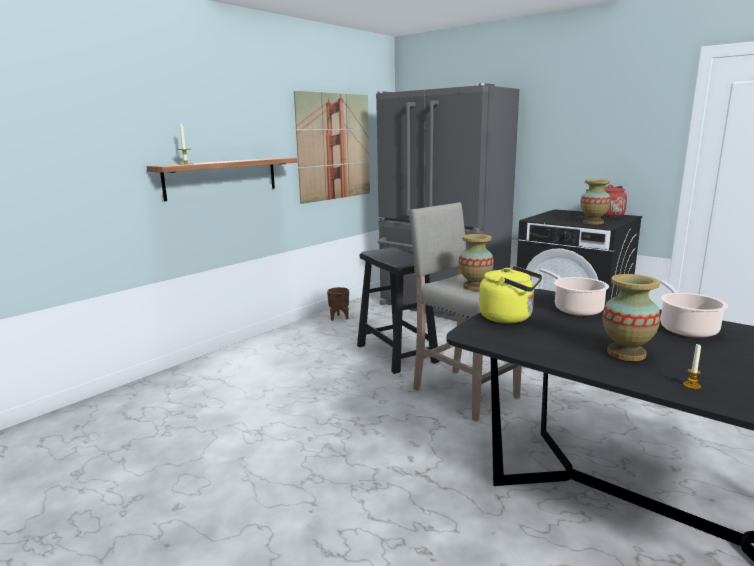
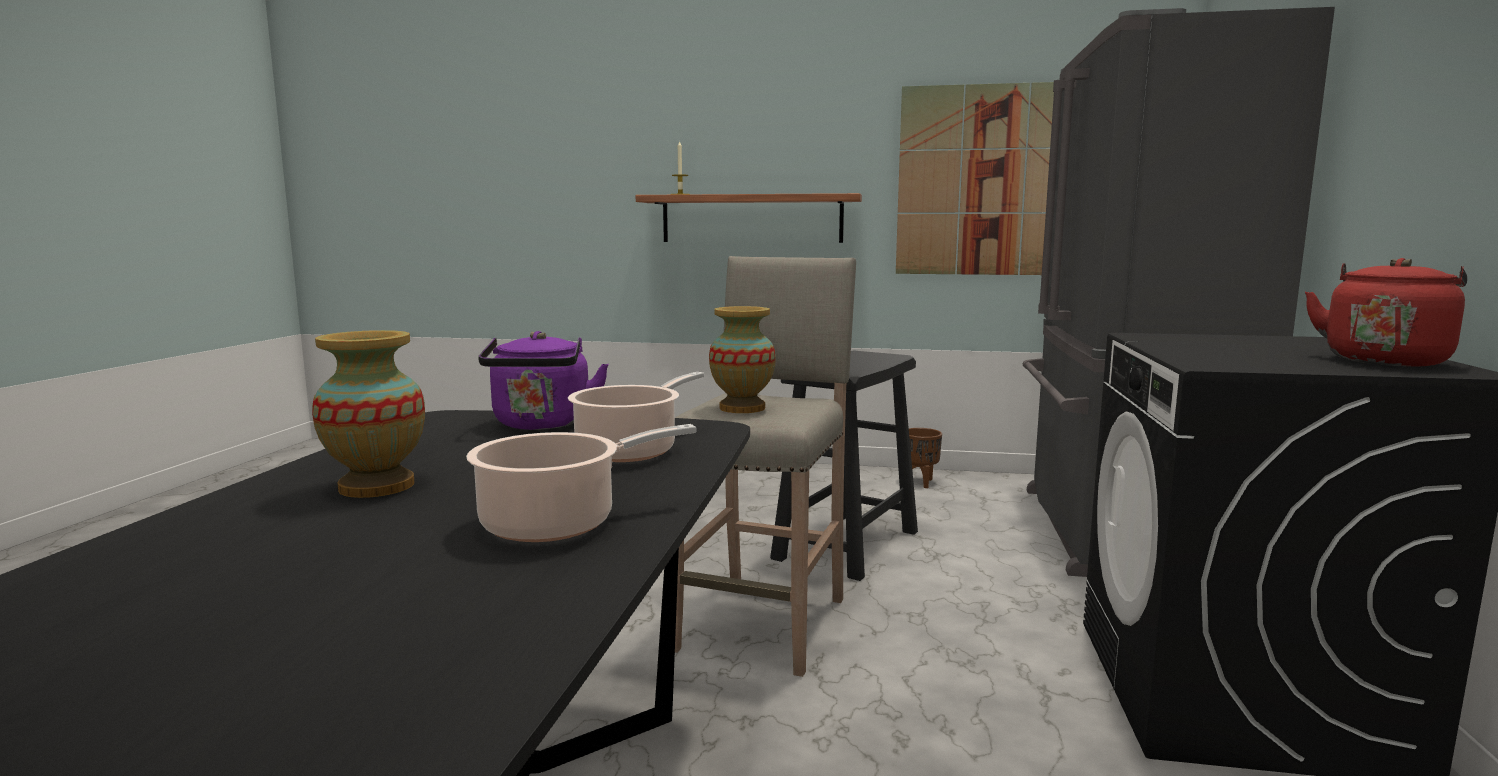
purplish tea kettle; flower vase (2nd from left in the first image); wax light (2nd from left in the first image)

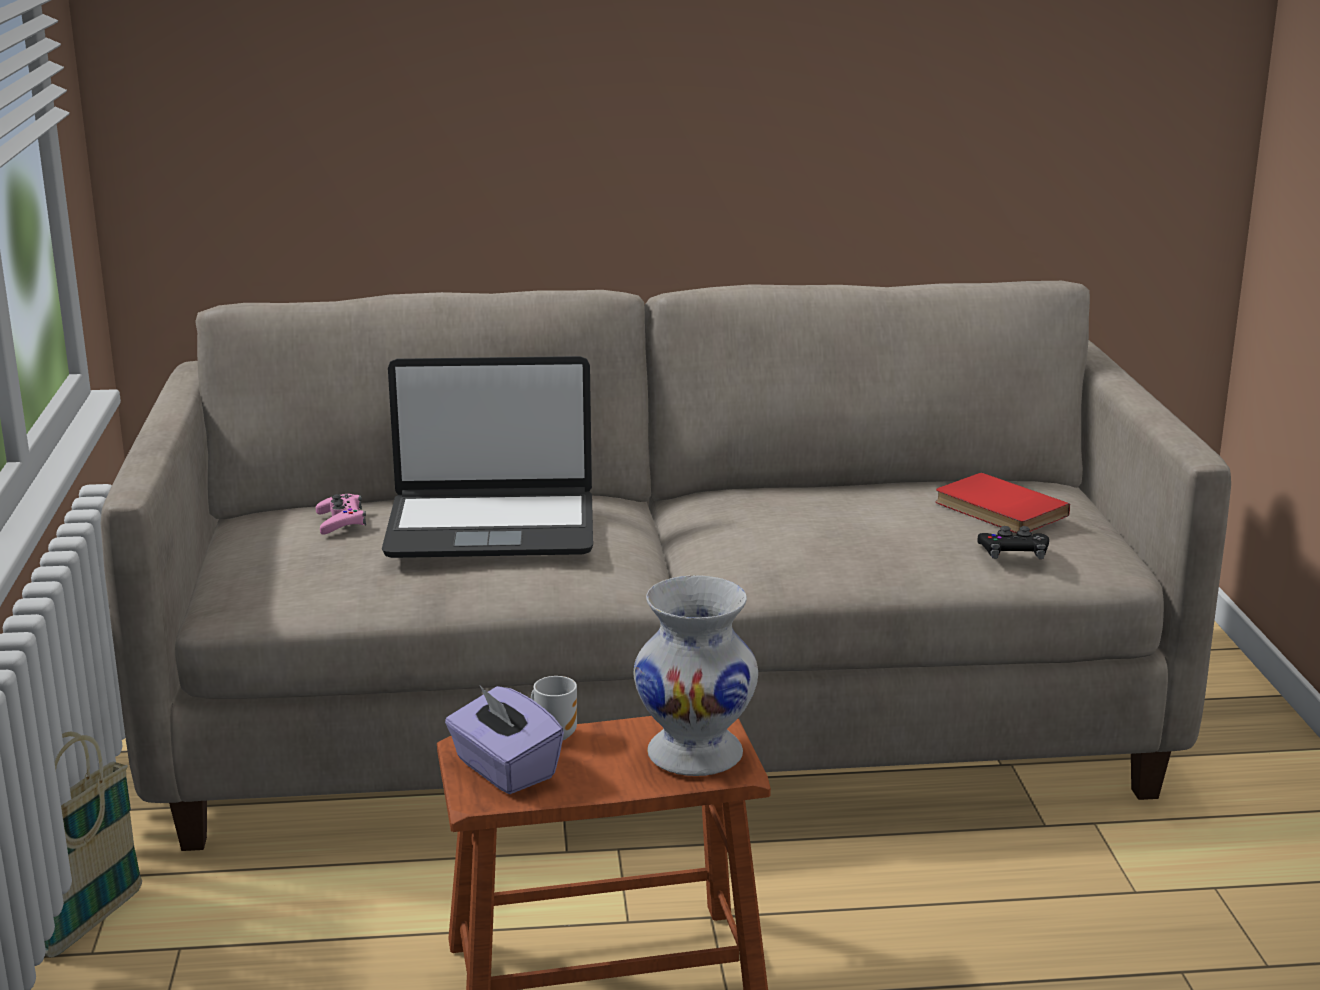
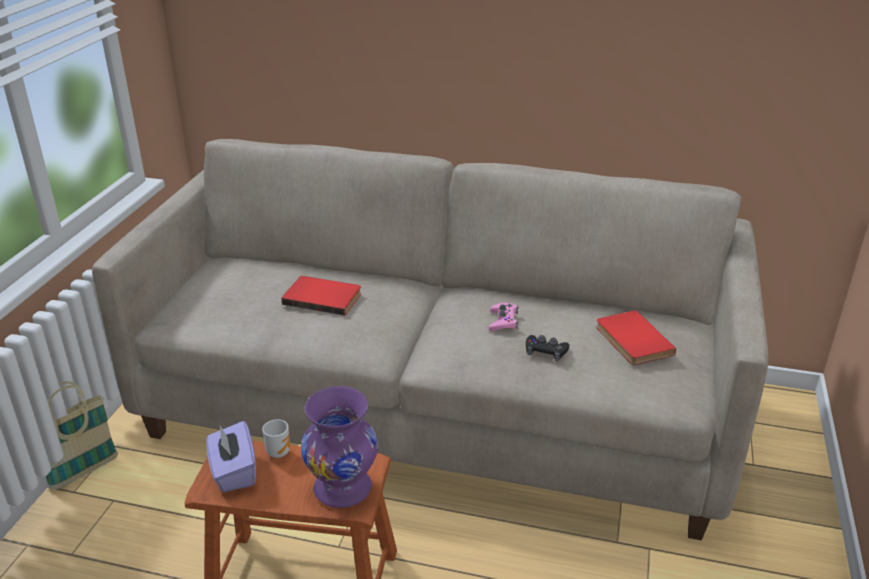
pink gamepad; reddish bound book (1st from left); purplish flower vase; blackish gamepad

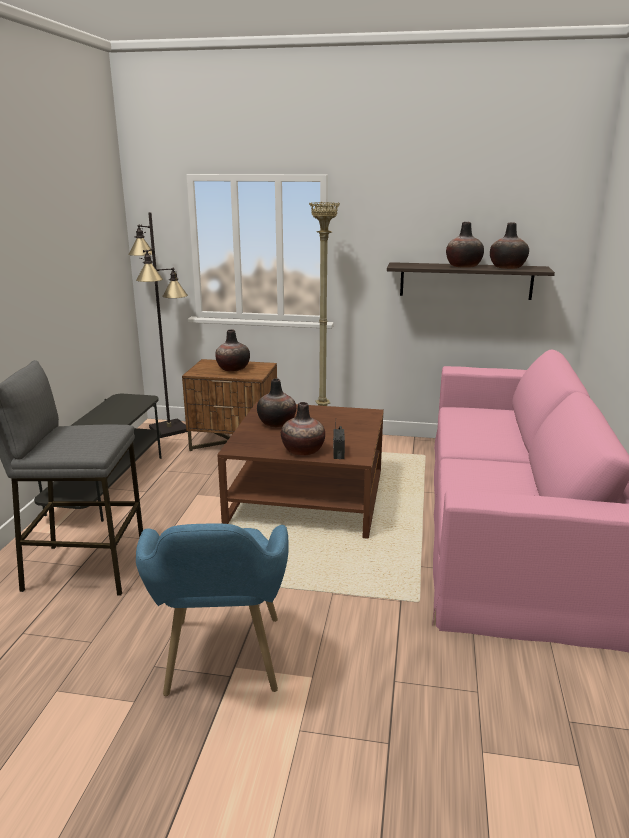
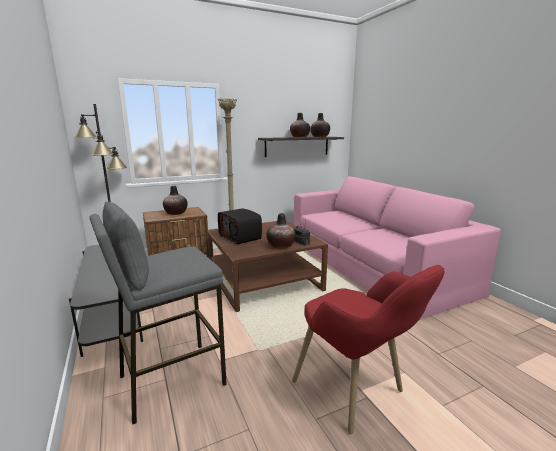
reddish lounge chair; radio receiver (1st from left)

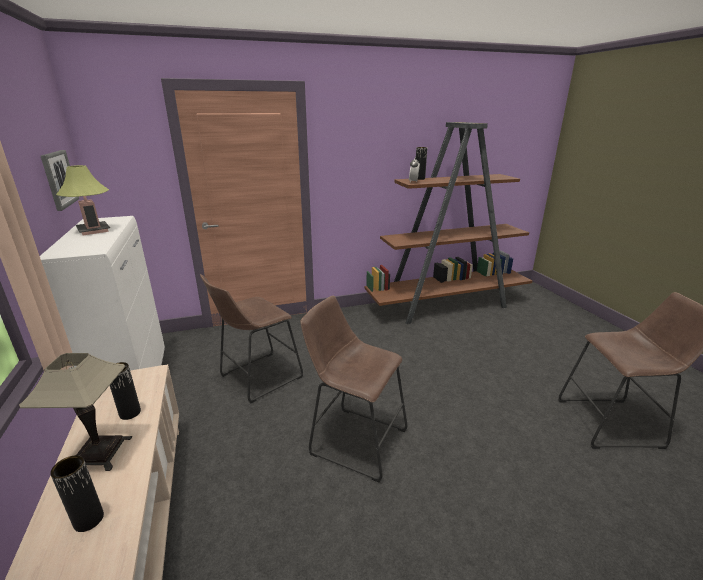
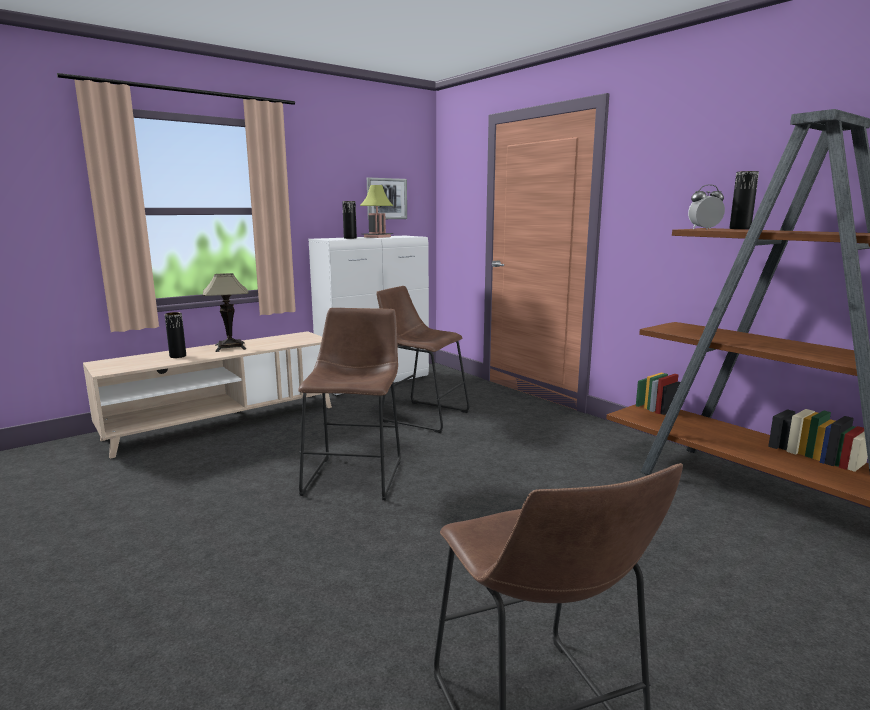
blackish flower vase (2nd from left)

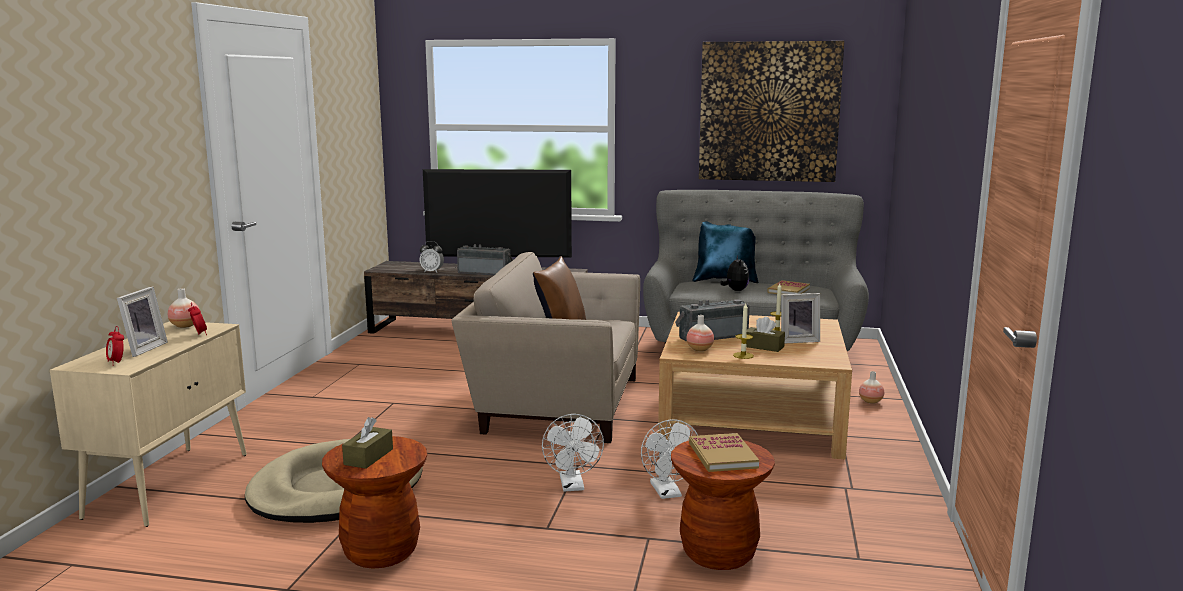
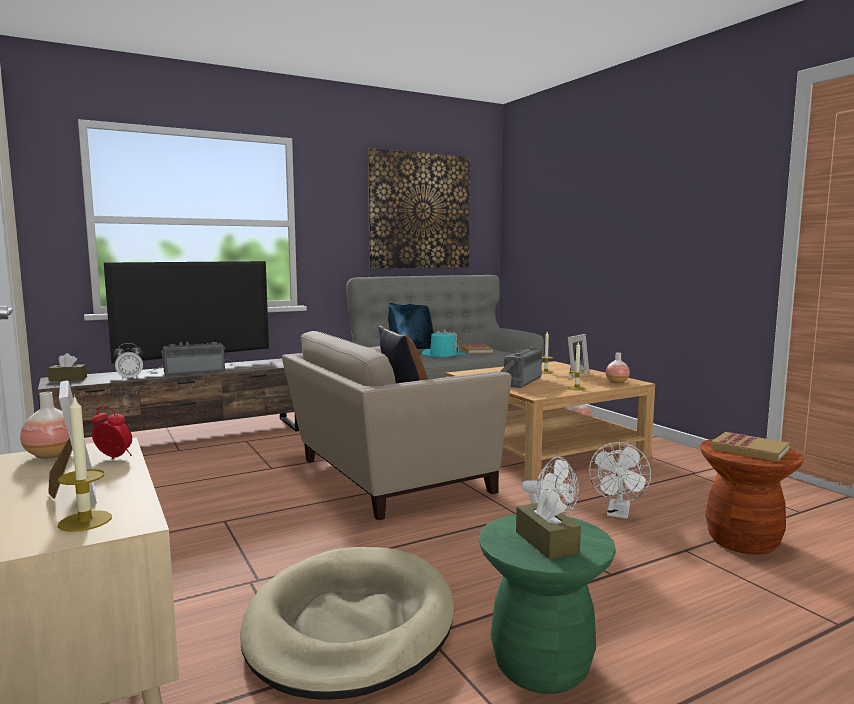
wax light (1st from left); green-coloured sitting stool; whitish electric fan (2nd from left); flower vase (3rd from left); turquoise wearable hat; brown tissue box (1st from left)

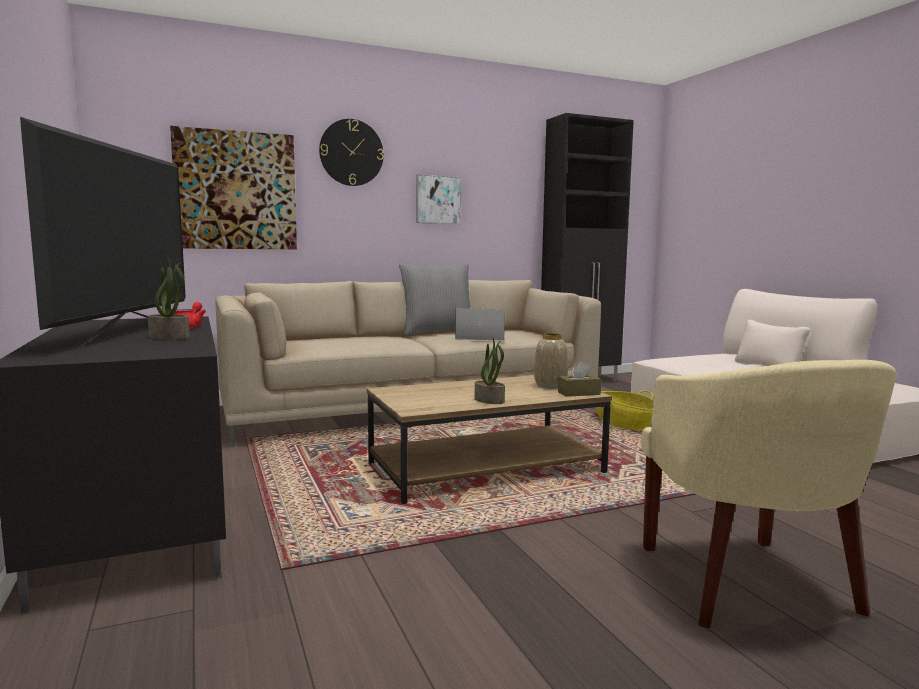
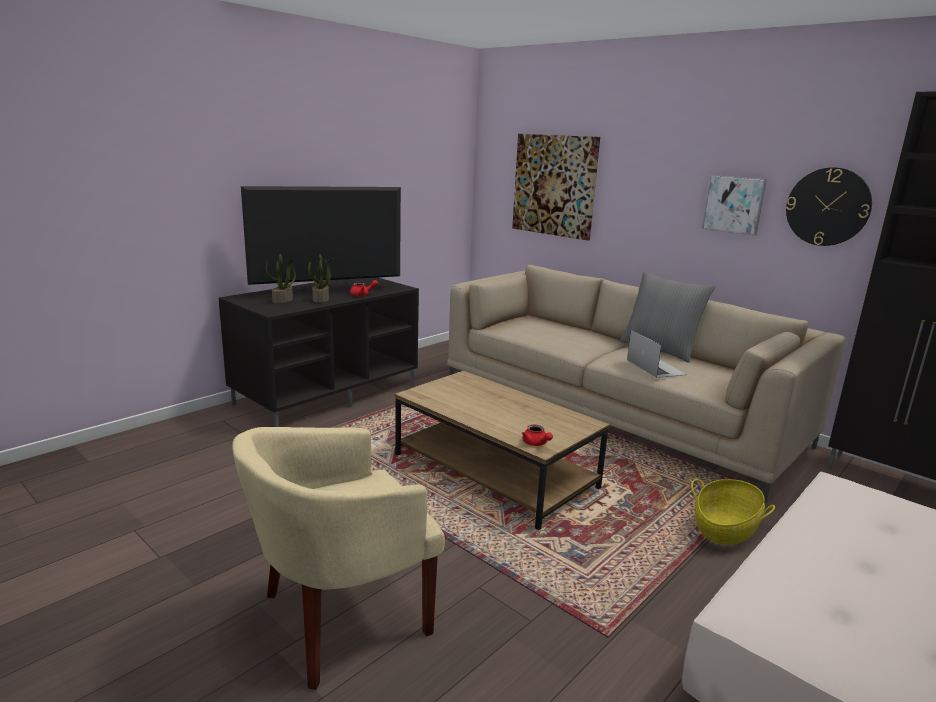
hanging clock; houseplant (1st from left); flower vase; reddish pot for tea (2nd from left)

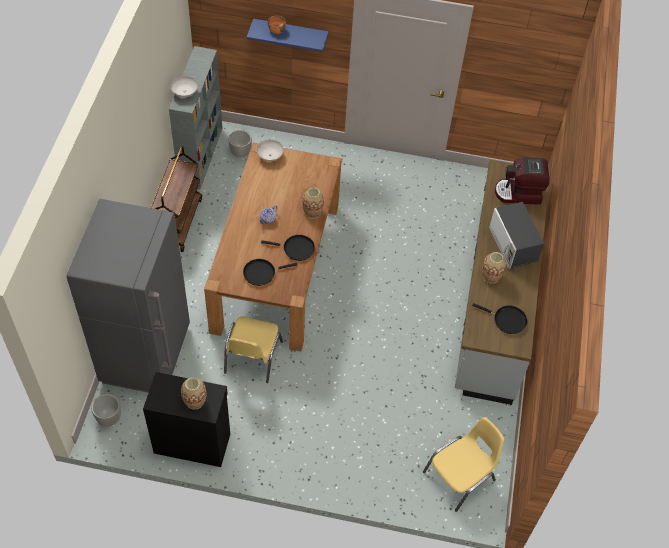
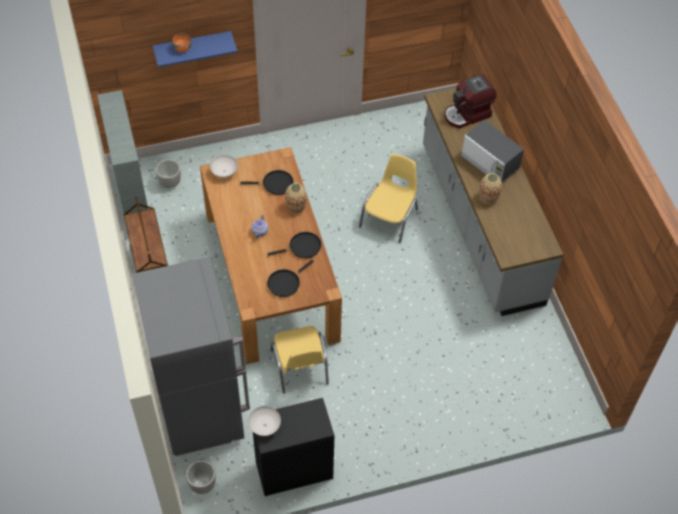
whitish bowl (2nd from left); flower vase (1st from left in the first image); yellowish plain chair (2nd from left); blackish skillet (1st from left)

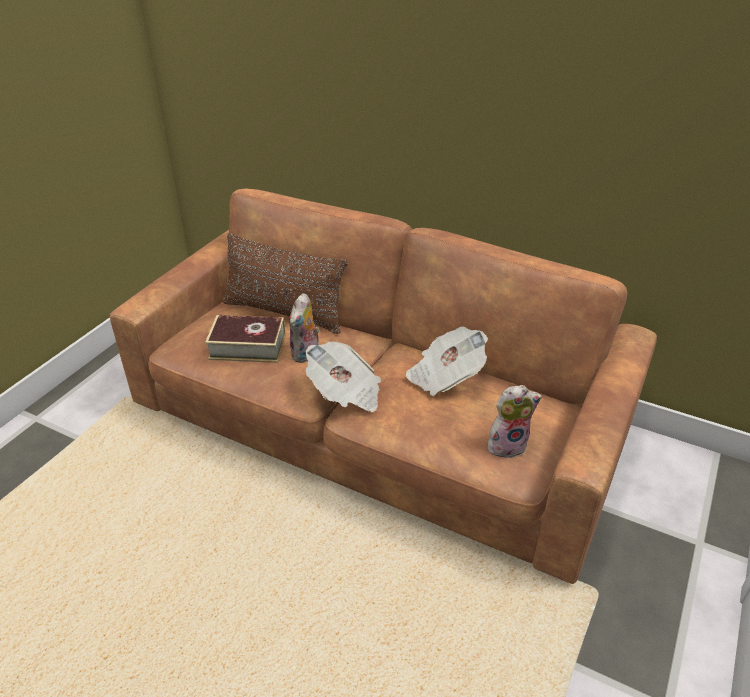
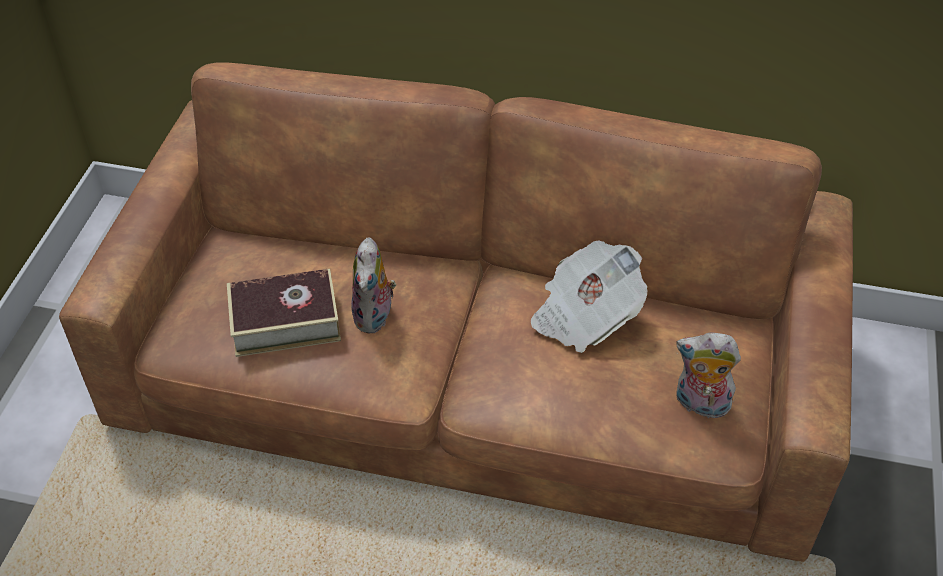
brown cushion; daily paper (1st from left in the first image); soft toy (2nd from left)

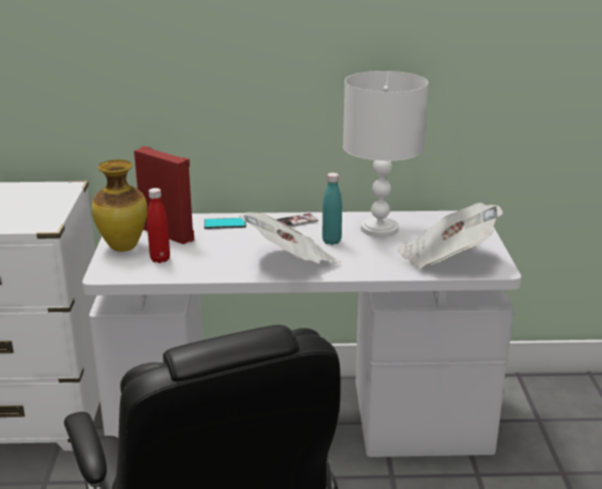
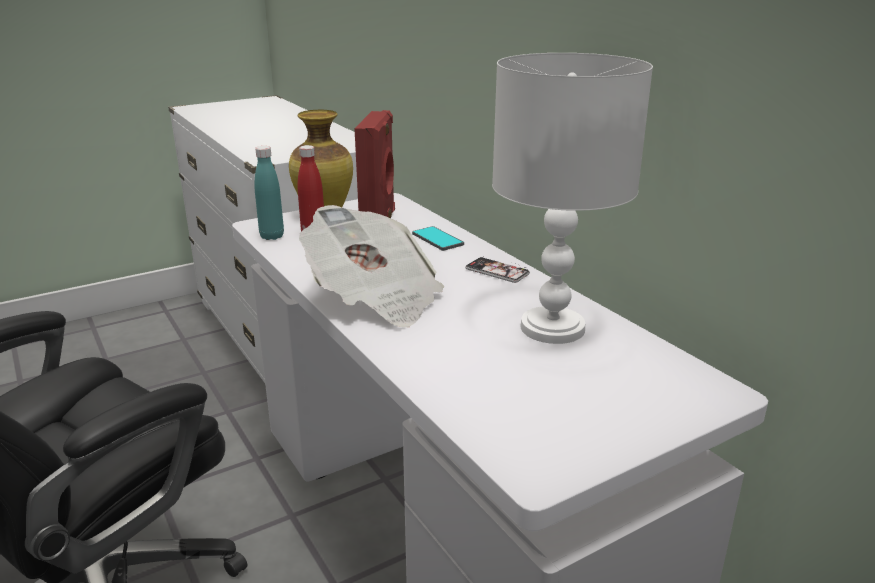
turquoise beverage bottle; daily paper (2nd from left in the first image)

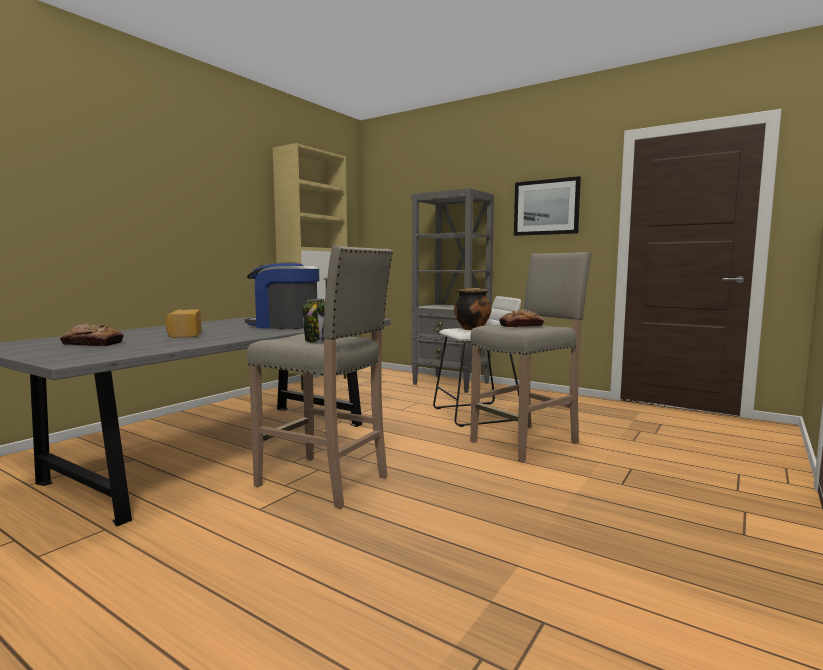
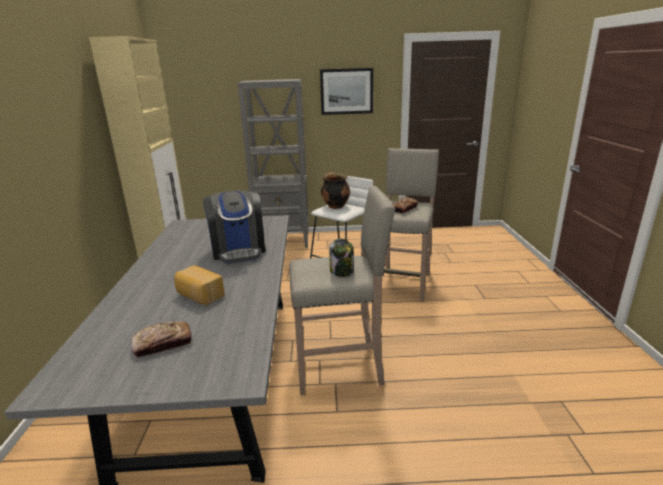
coffee brewer

